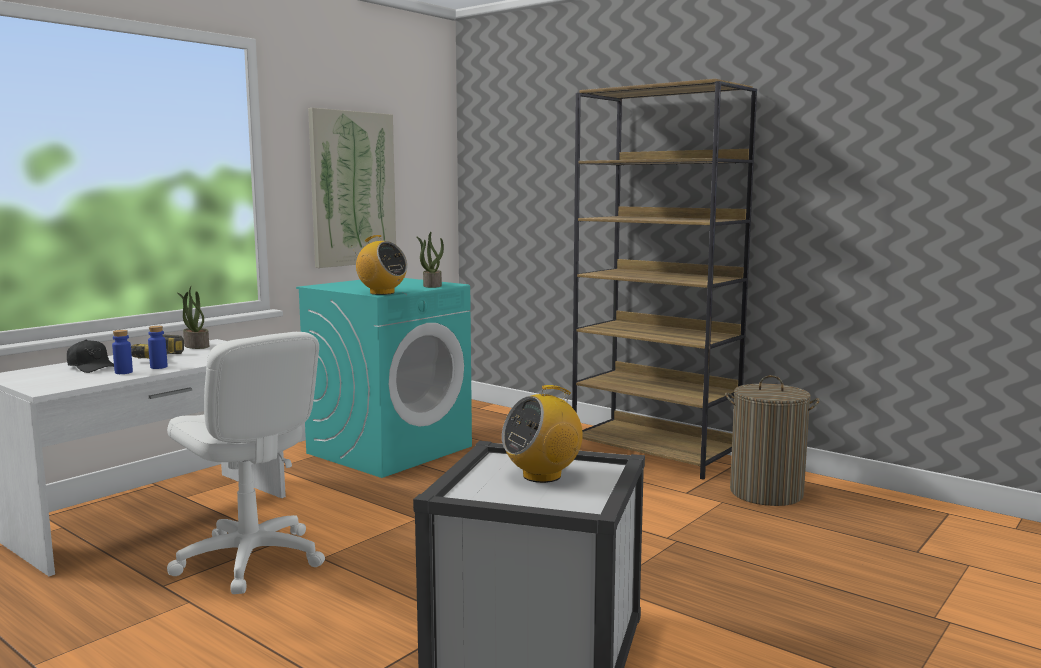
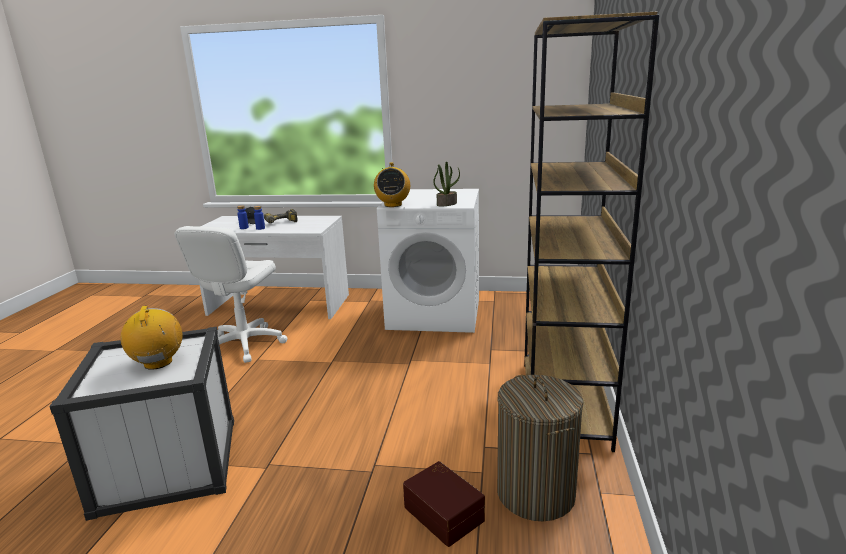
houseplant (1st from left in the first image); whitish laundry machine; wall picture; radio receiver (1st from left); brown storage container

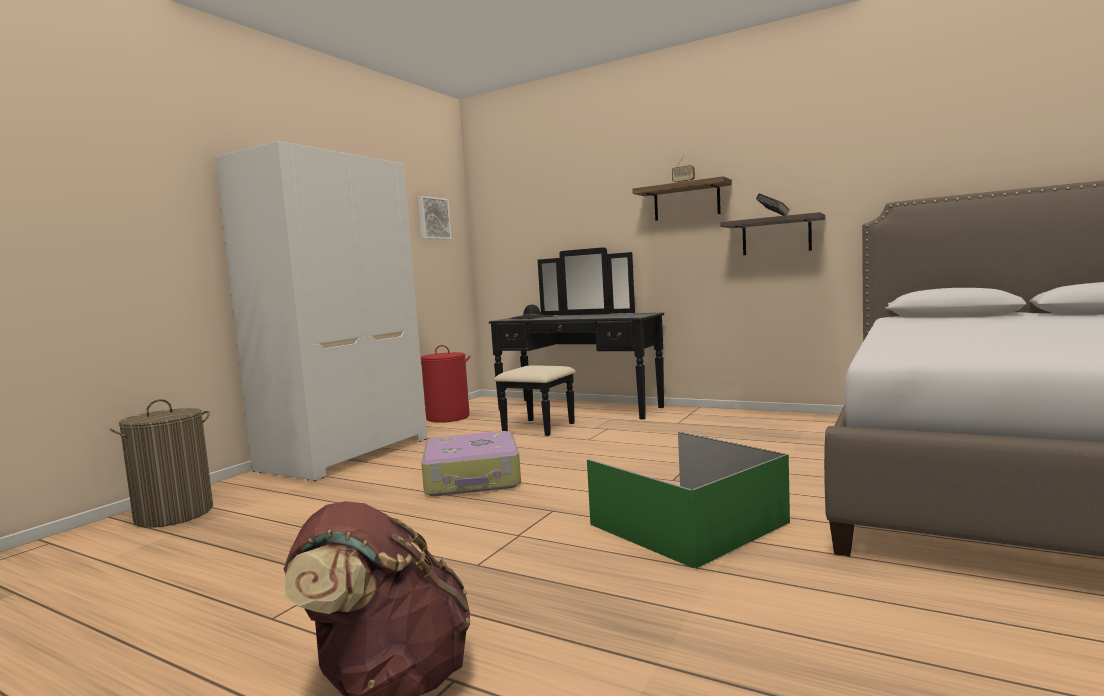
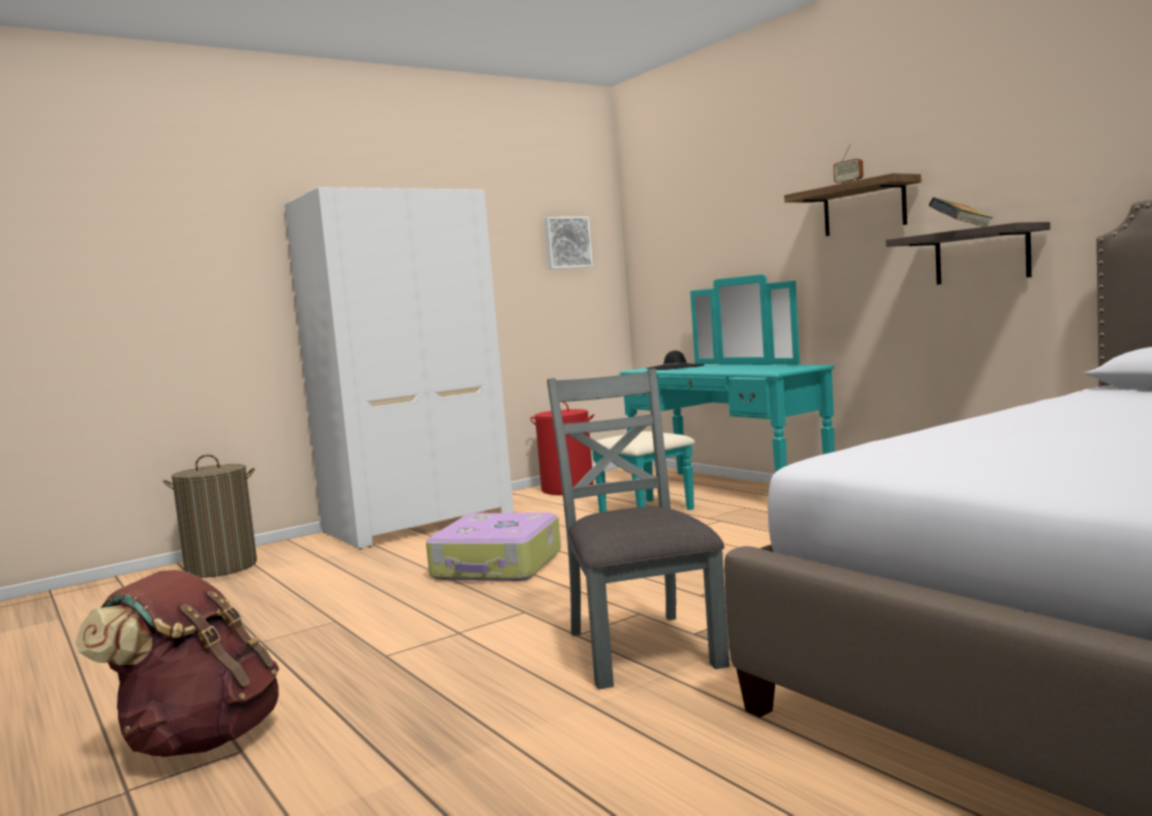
turquoise chest of drawers; grey plain chair

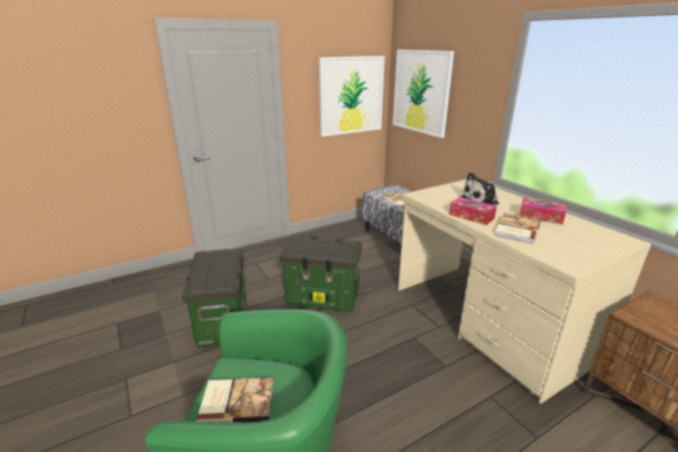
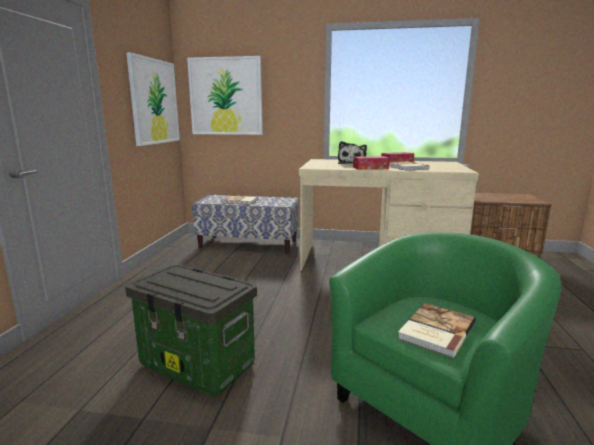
storage container (2nd from left in the first image)

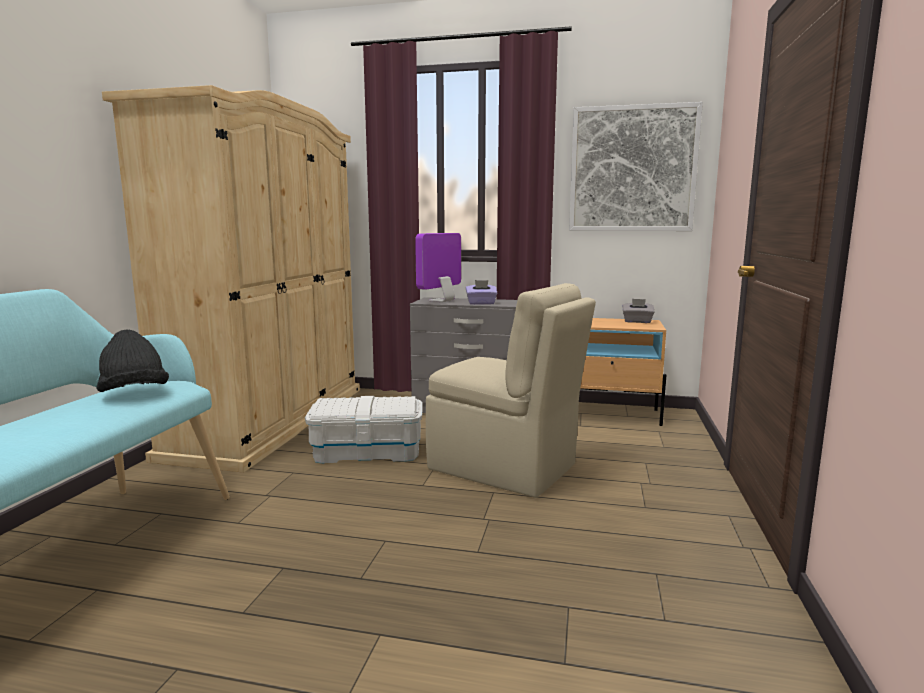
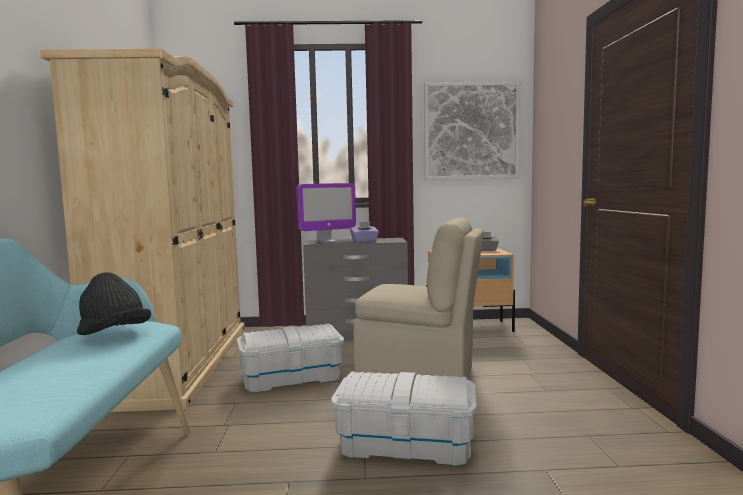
monitor; whitish storage container (2nd from left)

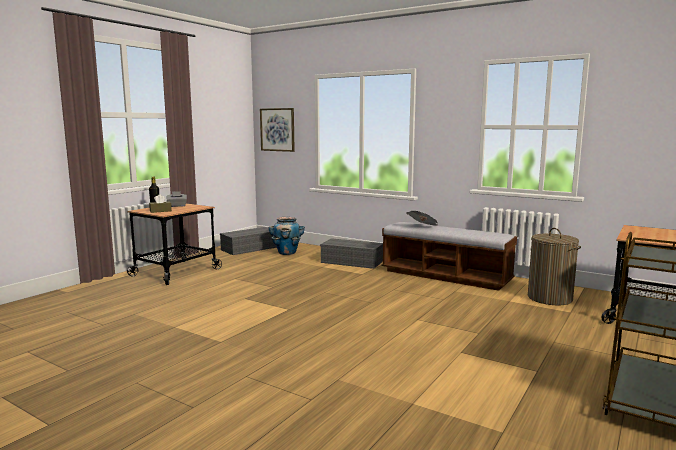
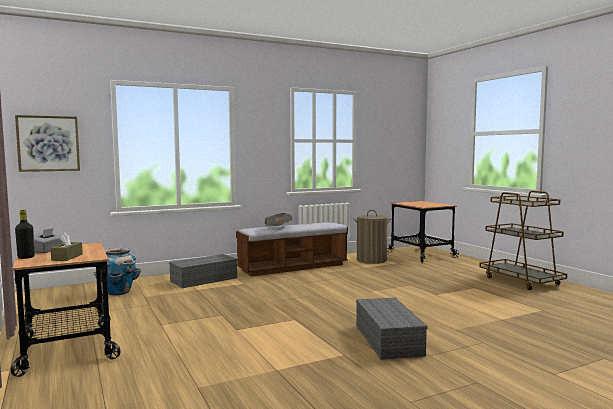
grey storage container (2nd from left)

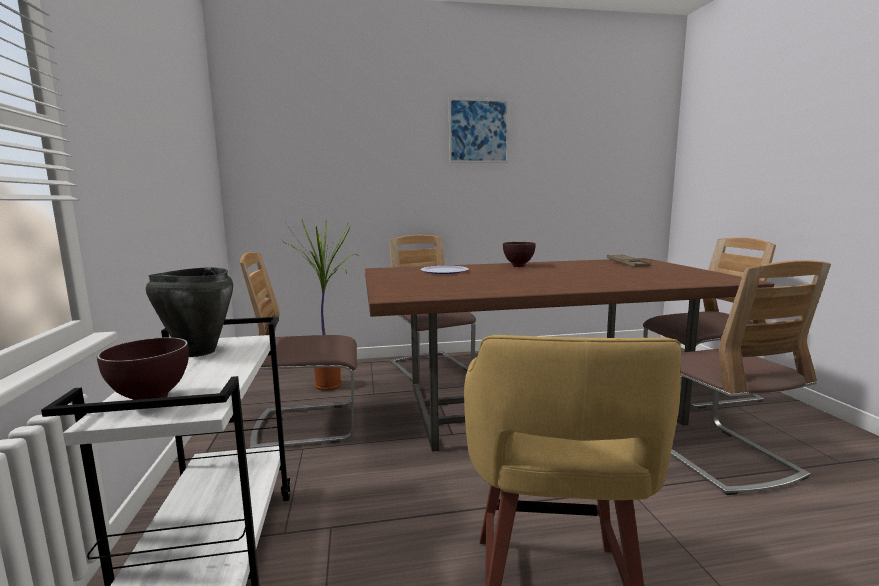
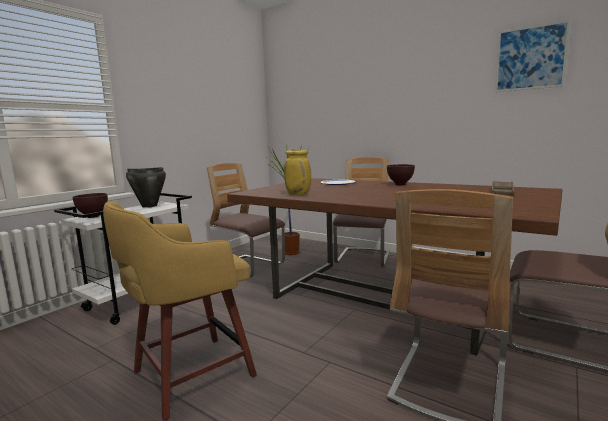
wall picture; yellowish flower vase

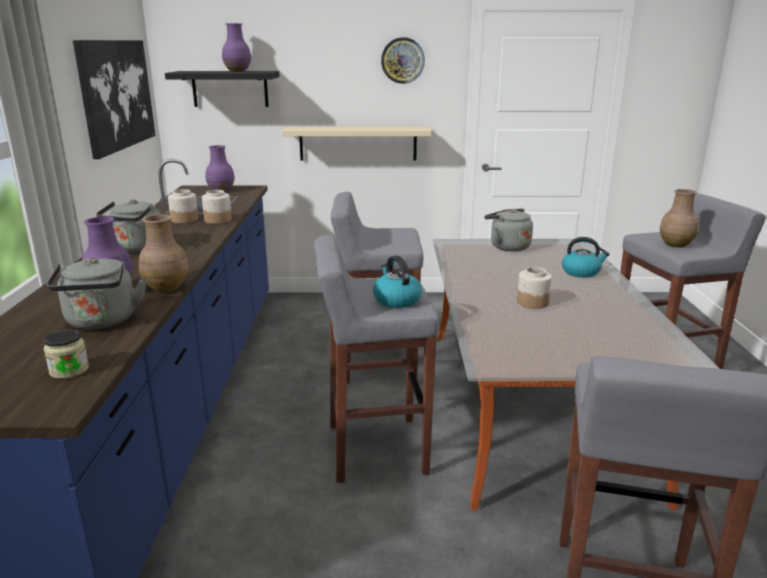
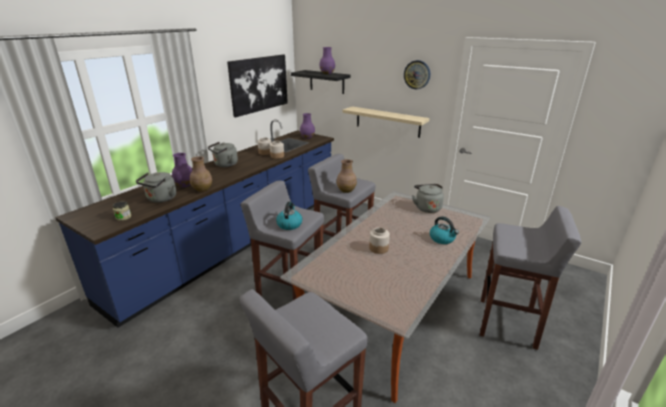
brown flower vase (2nd from left)

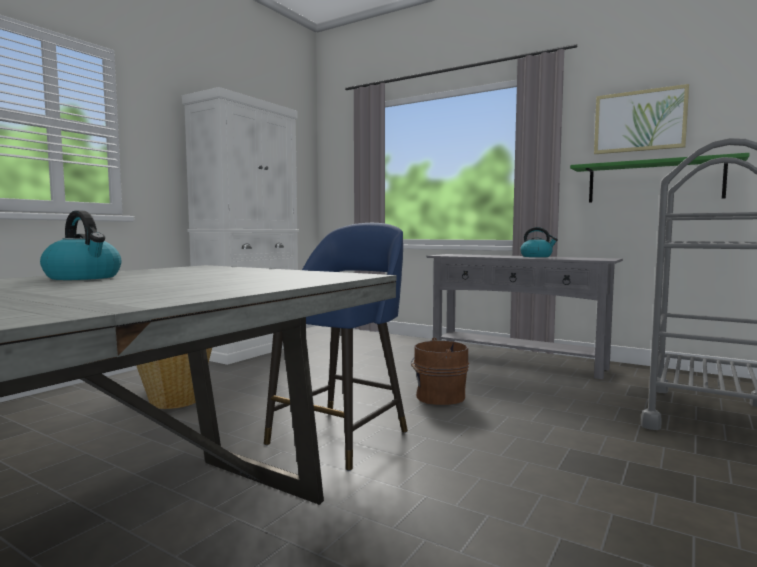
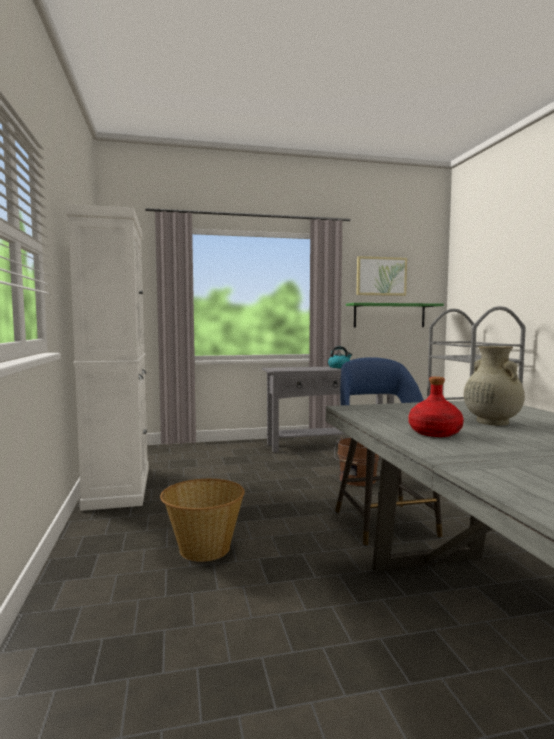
reddish beverage bottle; beige-coloured flower vase

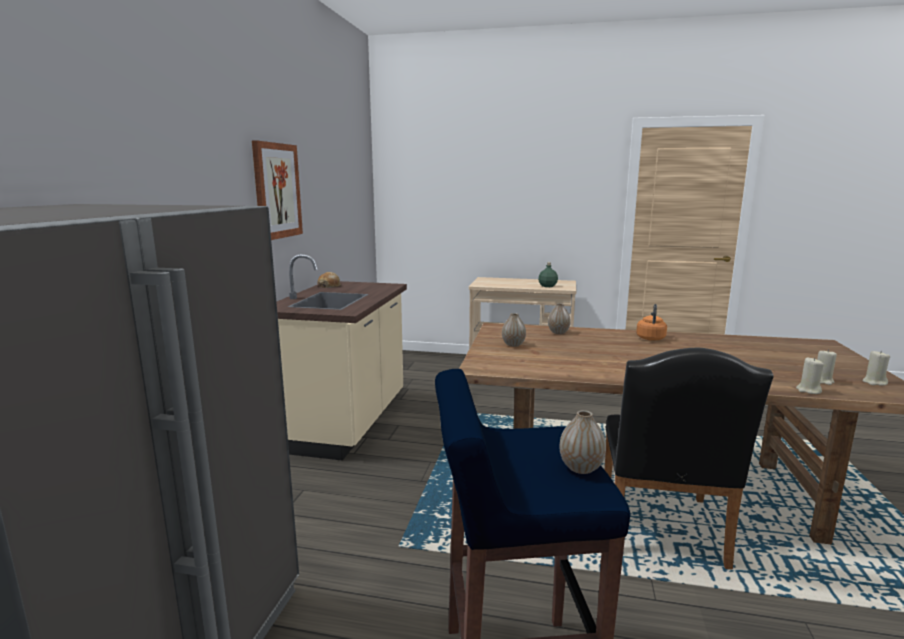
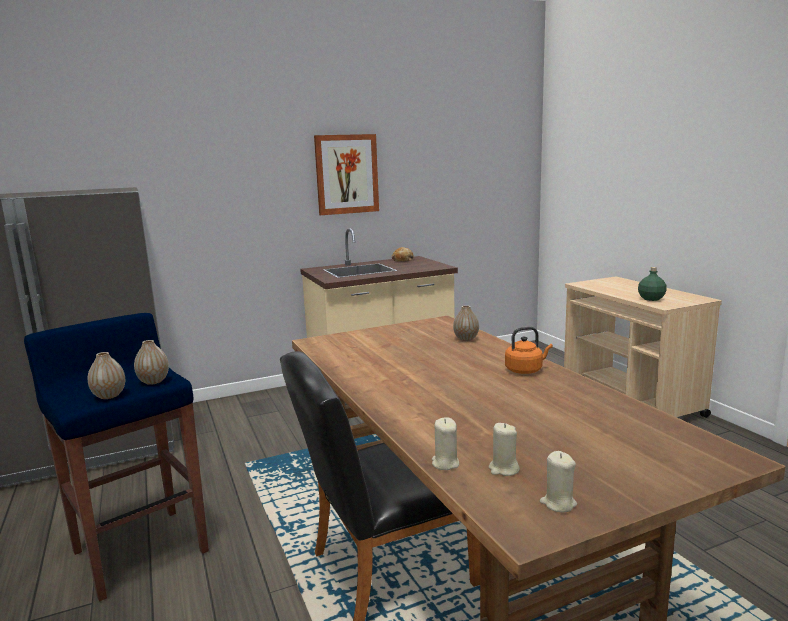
flower vase (2nd from left)

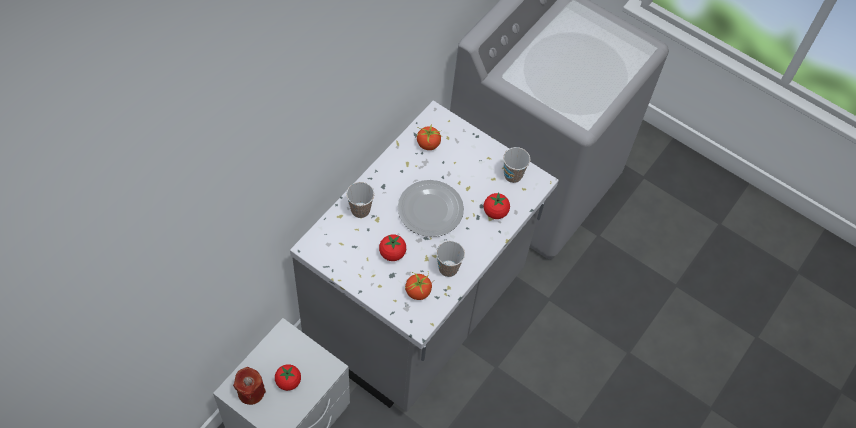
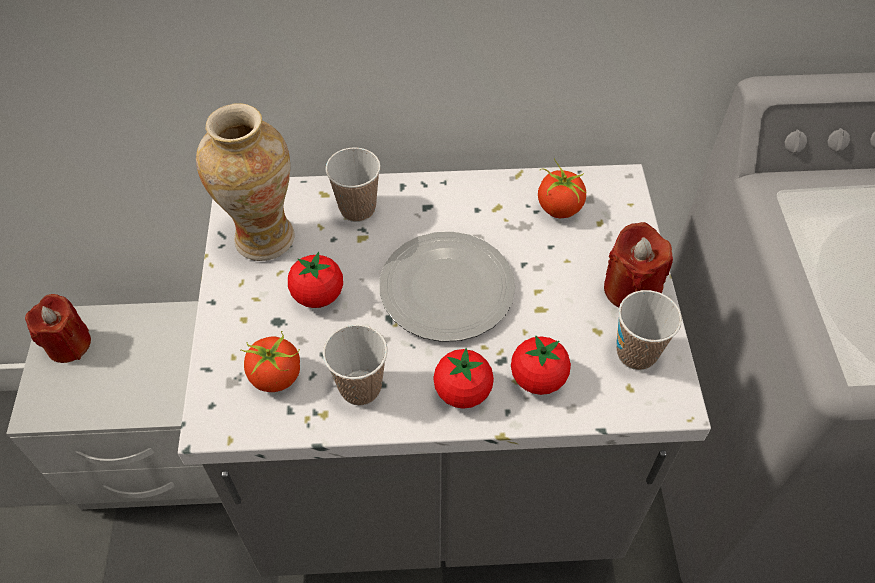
fresh tomato (3rd from left); flower vase; reddish wax light (2nd from left)

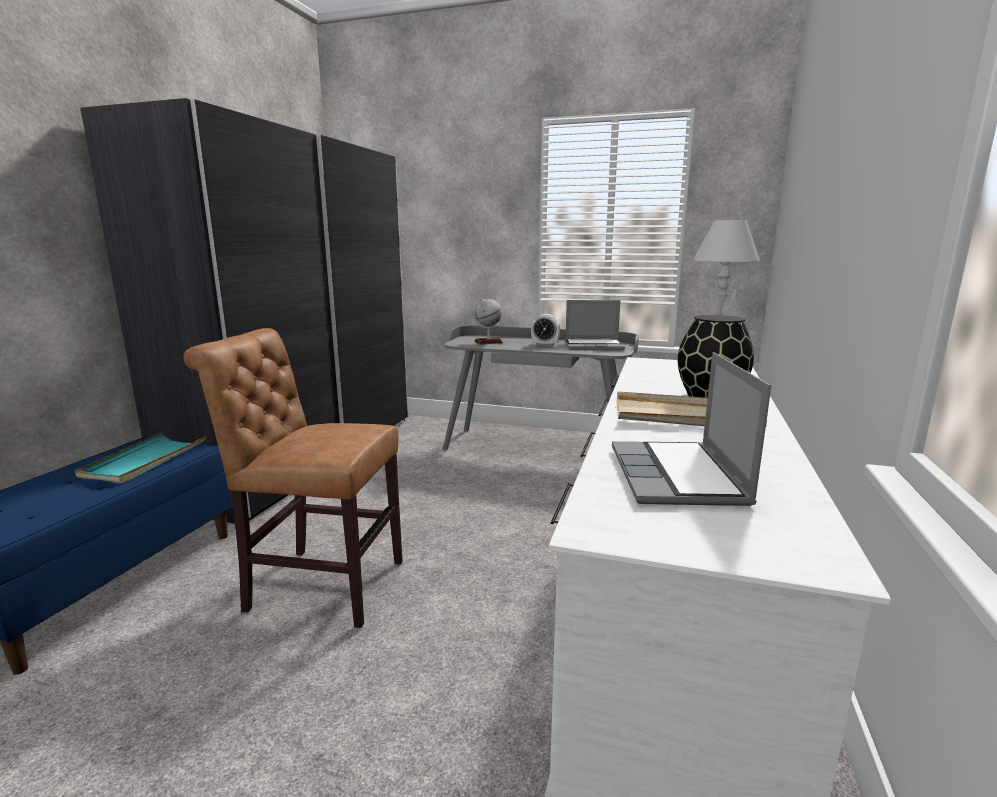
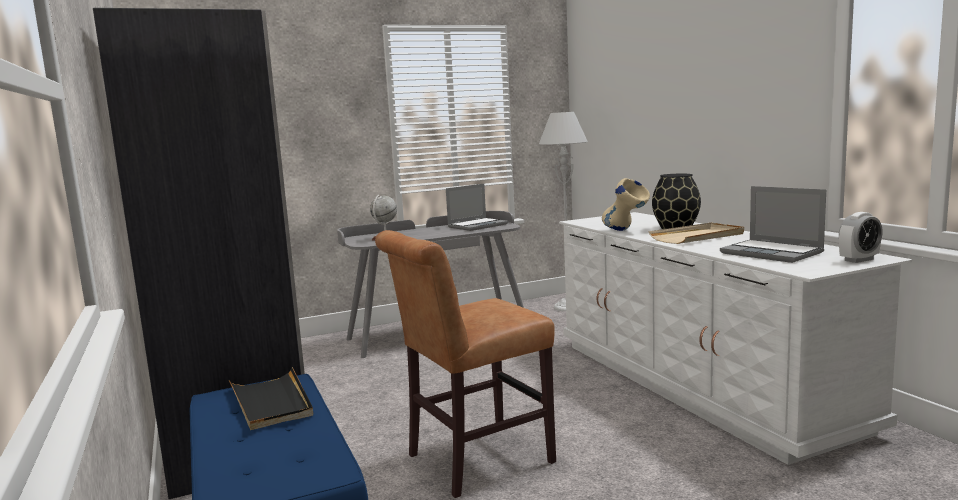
blackish serving tray; table clock; beige-coloured flower vase

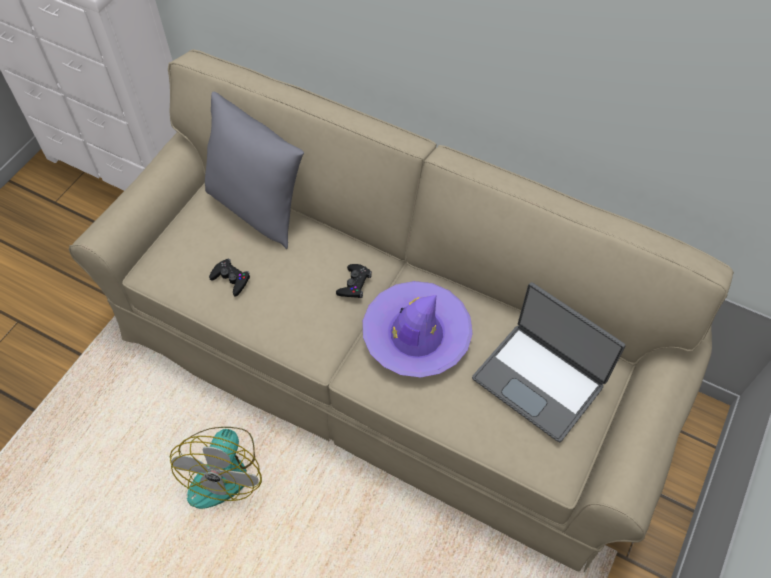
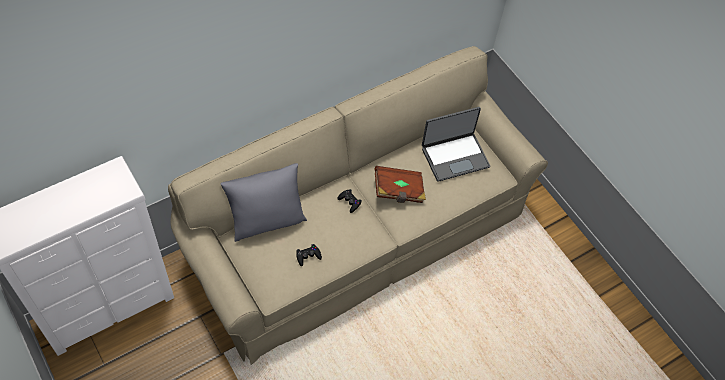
electric fan; brown bound book

